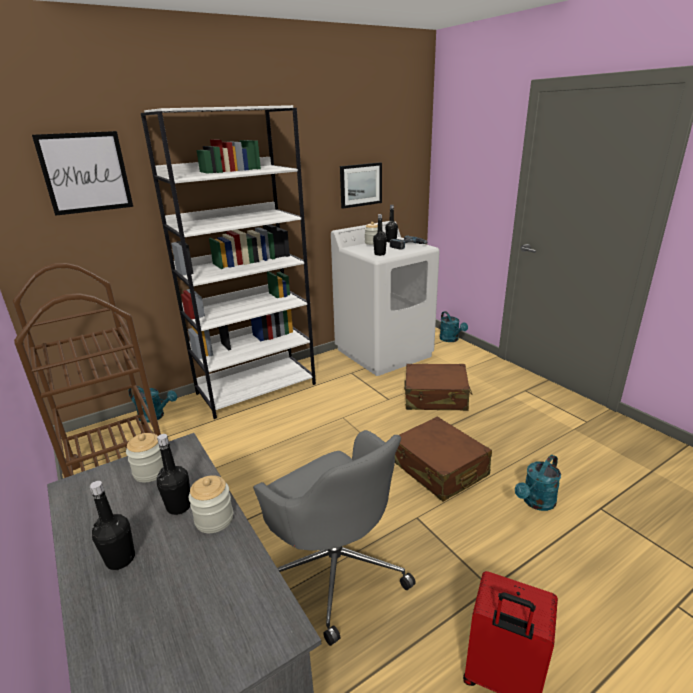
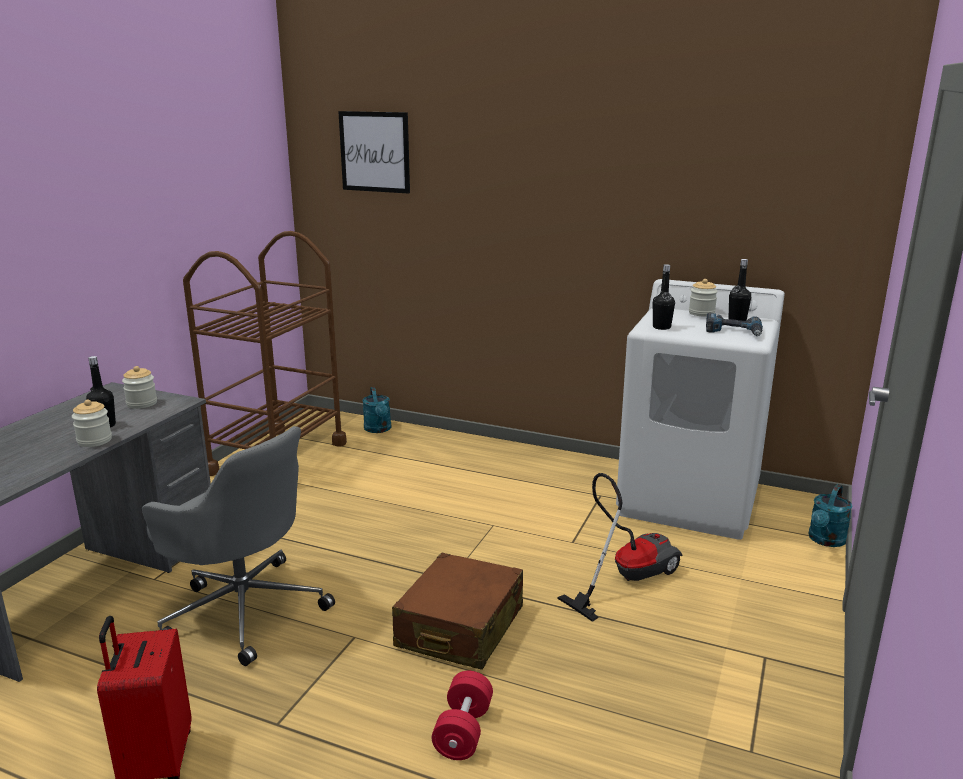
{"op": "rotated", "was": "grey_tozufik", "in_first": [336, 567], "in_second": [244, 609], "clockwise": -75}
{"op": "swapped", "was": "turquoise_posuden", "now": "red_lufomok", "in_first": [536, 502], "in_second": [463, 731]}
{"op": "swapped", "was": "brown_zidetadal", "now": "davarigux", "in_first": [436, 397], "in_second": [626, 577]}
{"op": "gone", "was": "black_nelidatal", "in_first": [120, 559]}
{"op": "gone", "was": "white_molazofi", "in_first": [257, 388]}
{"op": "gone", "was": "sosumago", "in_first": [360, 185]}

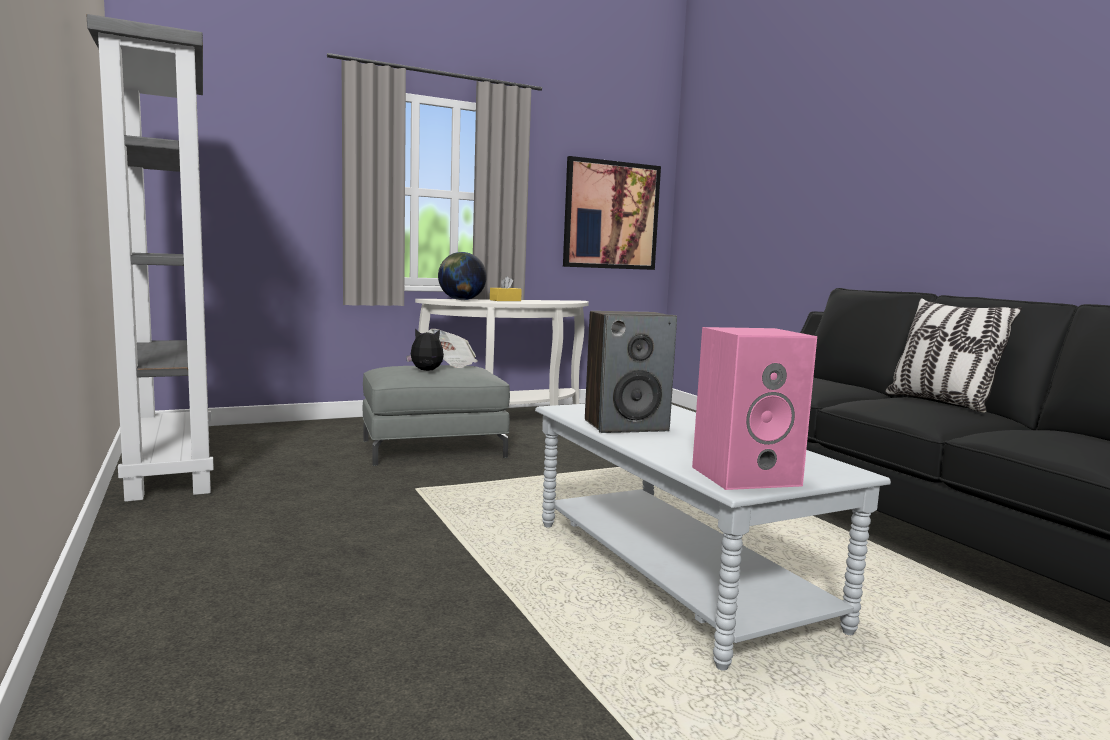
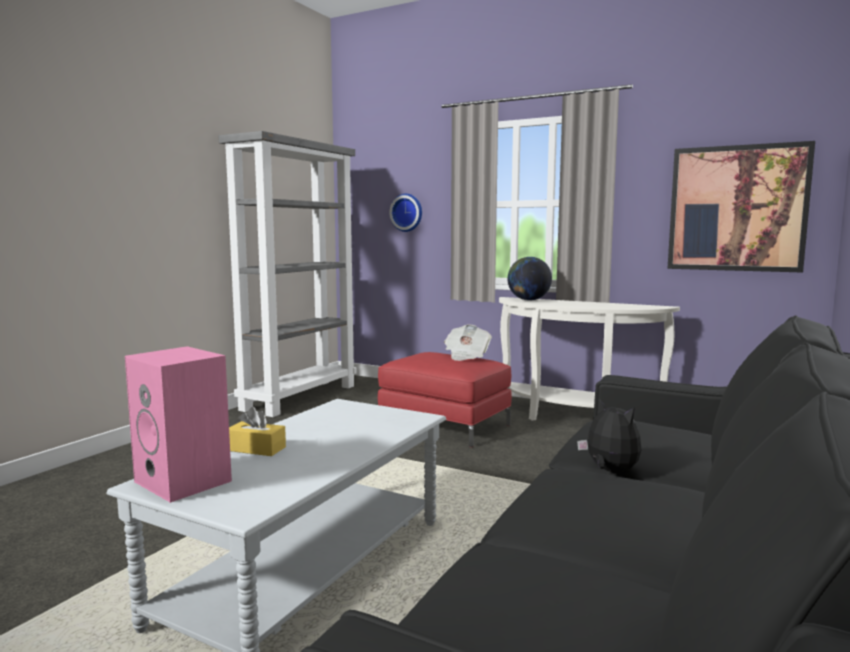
{"op": "shifted", "was": "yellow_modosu", "in_first": [505, 300], "in_second": [256, 449]}
{"op": "repainted", "was": "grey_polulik", "now": "red_polulik", "in_first": [433, 449], "in_second": [444, 425]}
{"op": "new", "now": "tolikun", "in_second": [407, 212]}
{"op": "shifted", "was": "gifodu", "in_first": [426, 371], "in_second": [609, 471]}
{"op": "gone", "was": "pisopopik", "in_first": [626, 426]}
{"op": "gone", "was": "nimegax", "in_first": [940, 403]}

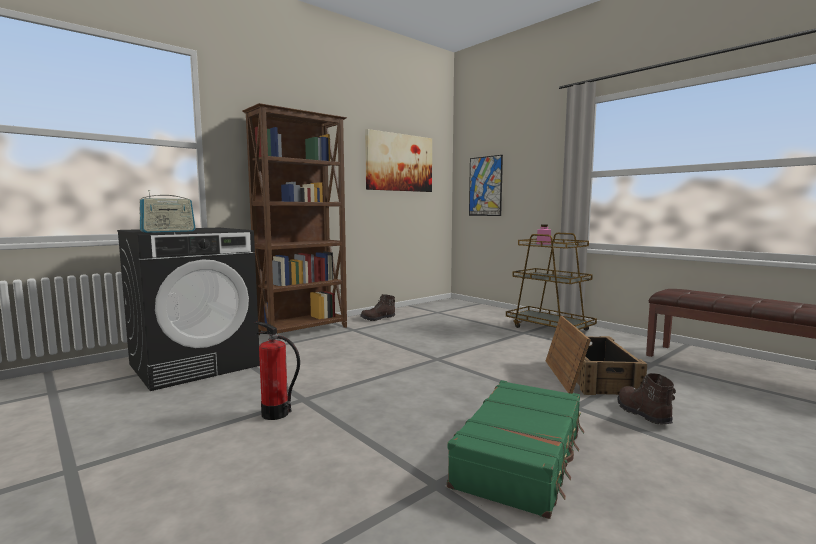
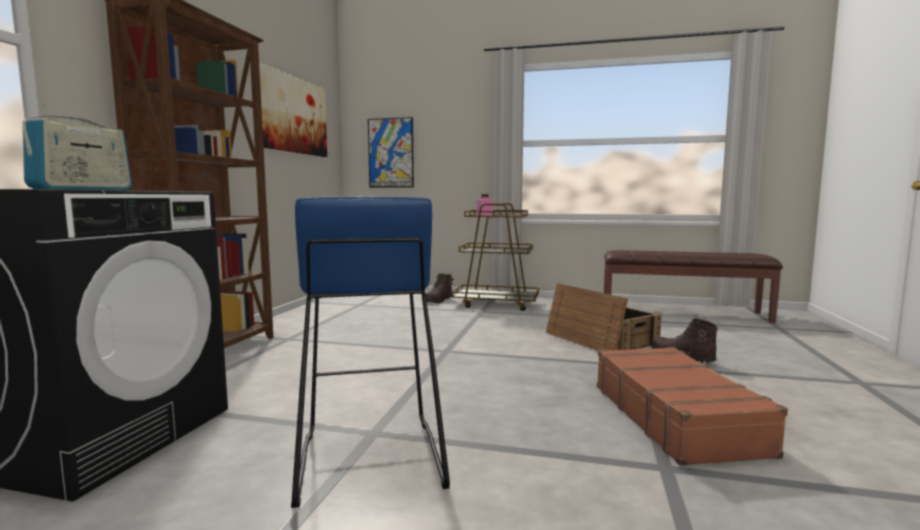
{"op": "swapped", "was": "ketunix", "now": "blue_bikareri", "in_first": [275, 414], "in_second": [369, 461]}
{"op": "shifted", "was": "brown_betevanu", "in_first": [378, 319], "in_second": [438, 301]}
{"op": "repainted", "was": "green_zidetadal", "now": "brown_zidetadal", "in_first": [521, 457], "in_second": [676, 418]}

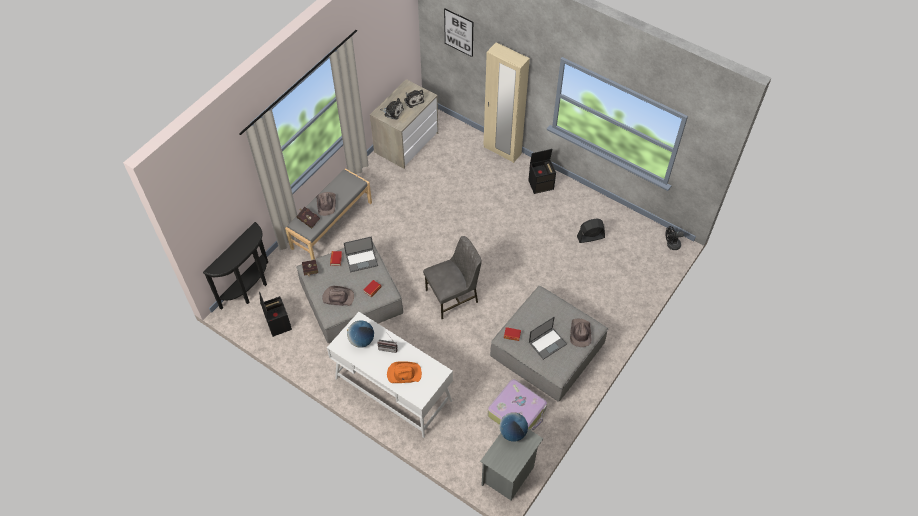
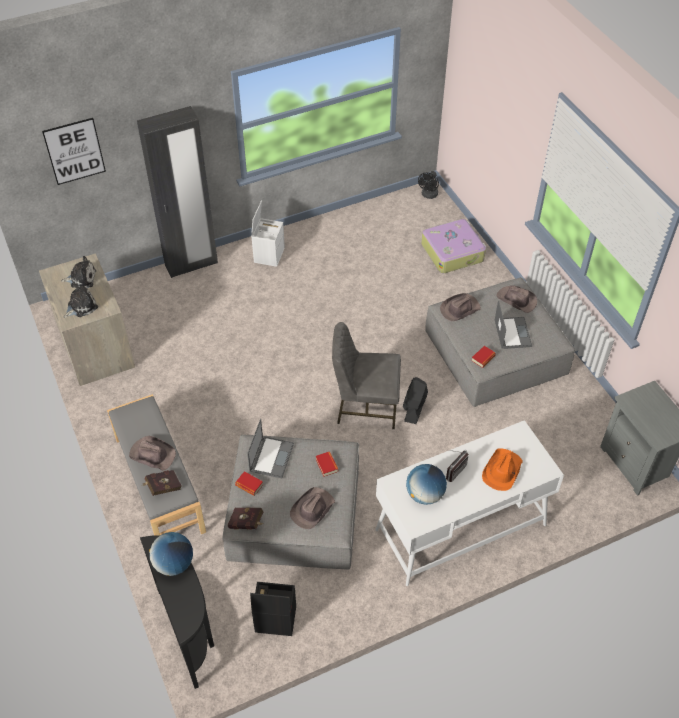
{"op": "repainted", "was": "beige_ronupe", "now": "black_ronupe", "in_first": [502, 150], "in_second": [191, 264]}
{"op": "shifted", "was": "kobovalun", "in_first": [512, 432], "in_second": [174, 564]}
{"op": "repainted", "was": "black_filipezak", "now": "white_filipezak", "in_first": [541, 184], "in_second": [269, 254]}
{"op": "rotated", "was": "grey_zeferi", "in_first": [453, 296], "in_second": [365, 405], "clockwise": -90}
{"op": "shifted", "was": "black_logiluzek", "in_first": [590, 237], "in_second": [414, 408]}
{"op": "shifted", "was": "zidetadal", "in_first": [517, 412], "in_second": [452, 252]}
{"op": "new", "now": "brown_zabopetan", "in_second": [459, 309]}

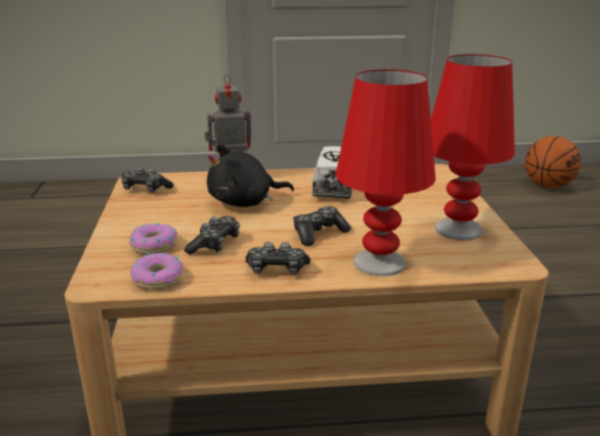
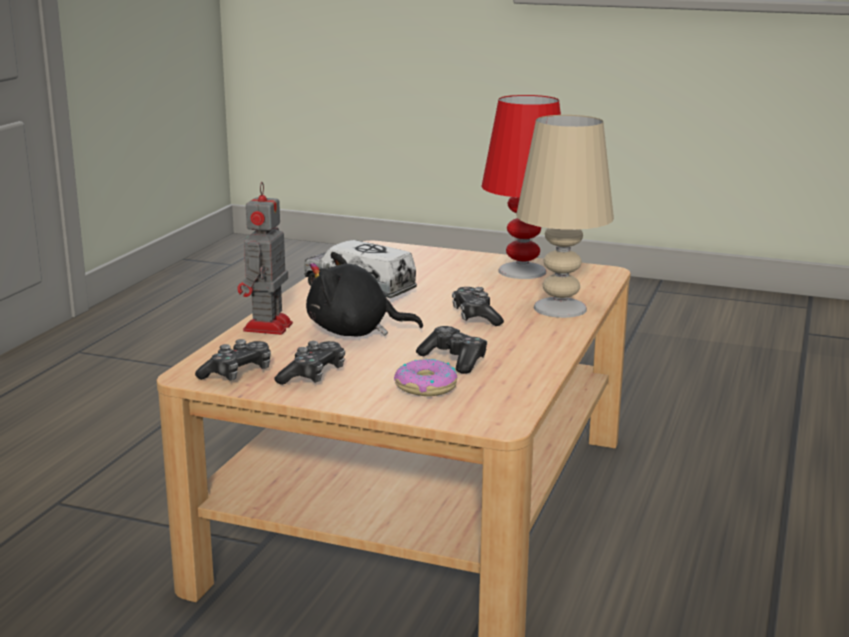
{"op": "shifted", "was": "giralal", "in_first": [276, 269], "in_second": [313, 375]}
{"op": "rotated", "was": "black_gifodu", "in_first": [245, 202], "in_second": [354, 332], "clockwise": 90}
{"op": "repainted", "was": "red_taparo", "now": "beige_taparo", "in_first": [380, 263], "in_second": [560, 308]}
{"op": "gone", "was": "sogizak", "in_first": [158, 278]}
{"op": "gone", "was": "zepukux", "in_first": [548, 186]}

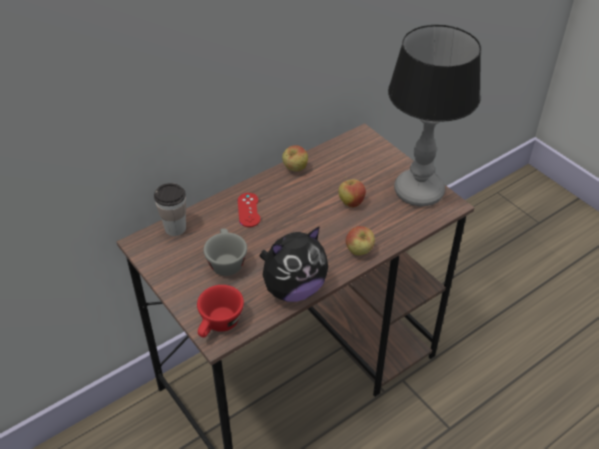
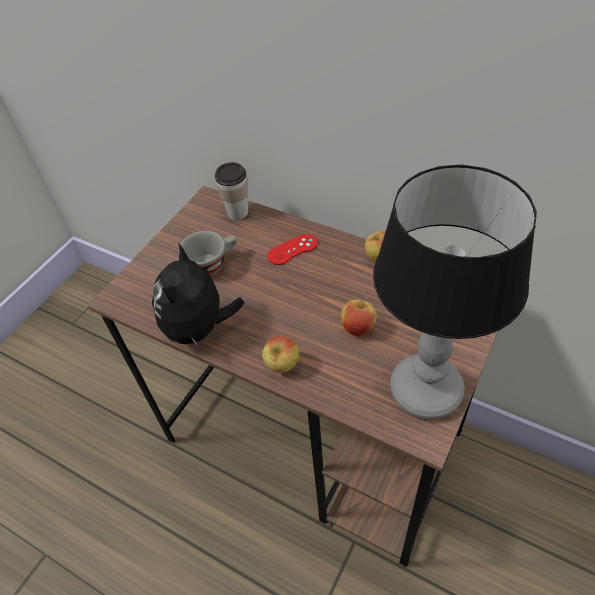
{"op": "rotated", "was": "gifodu", "in_first": [293, 288], "in_second": [200, 329], "clockwise": 60}
{"op": "gone", "was": "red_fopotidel", "in_first": [219, 325]}

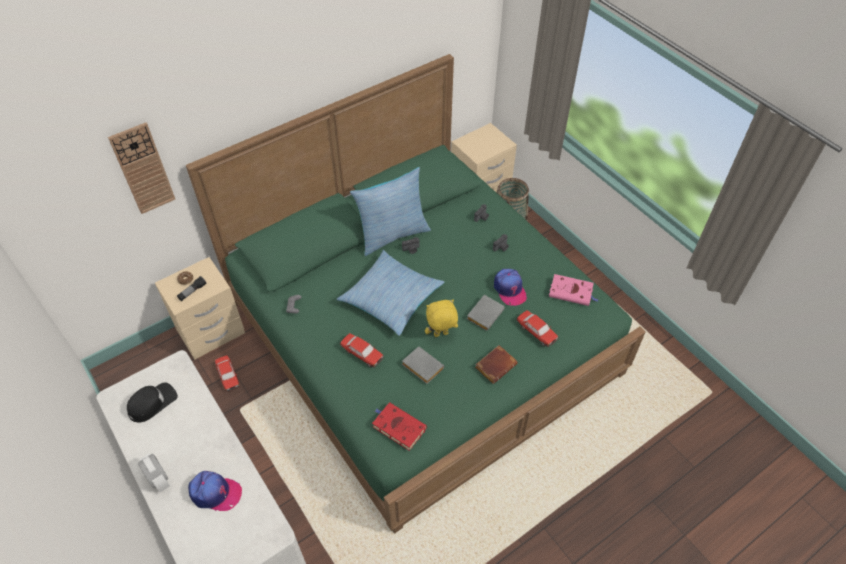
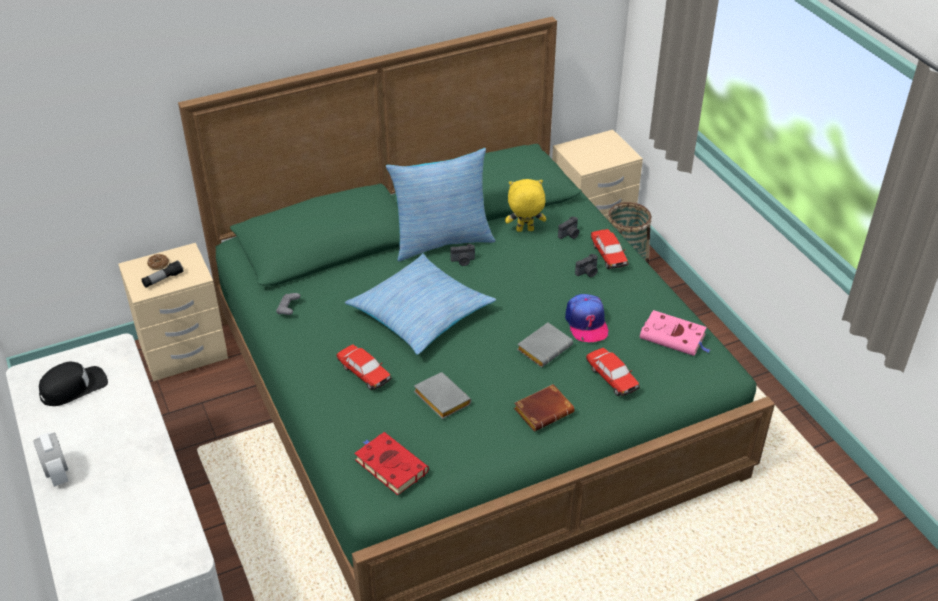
{"op": "shifted", "was": "yellow_gifodu", "in_first": [441, 335], "in_second": [524, 231]}
{"op": "shifted", "was": "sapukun", "in_first": [228, 376], "in_second": [608, 255]}
{"op": "gone", "was": "tolikun", "in_first": [143, 169]}
{"op": "gone", "was": "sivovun", "in_first": [215, 493]}

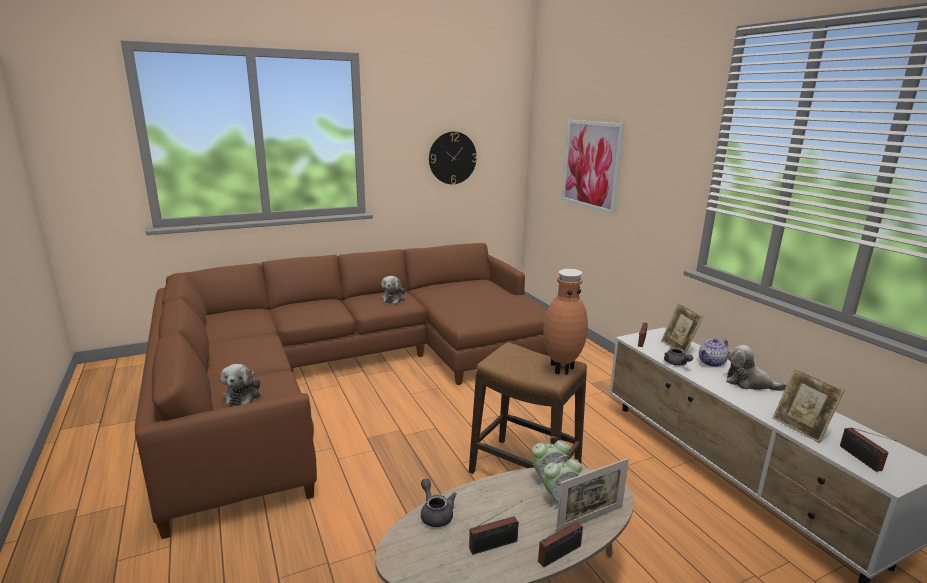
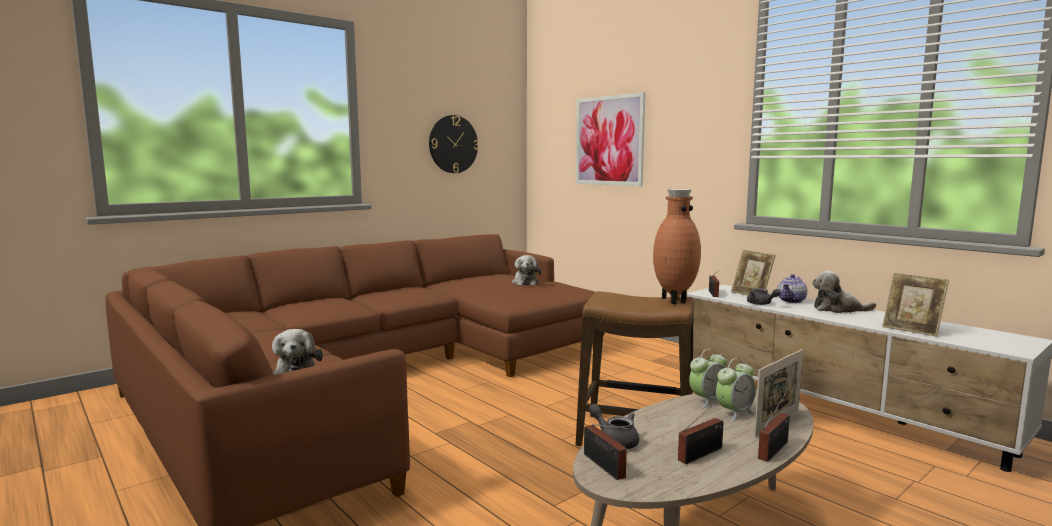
{"op": "shifted", "was": "gifodu", "in_first": [393, 298], "in_second": [525, 282]}
{"op": "shifted", "was": "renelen", "in_first": [862, 459], "in_second": [605, 467]}

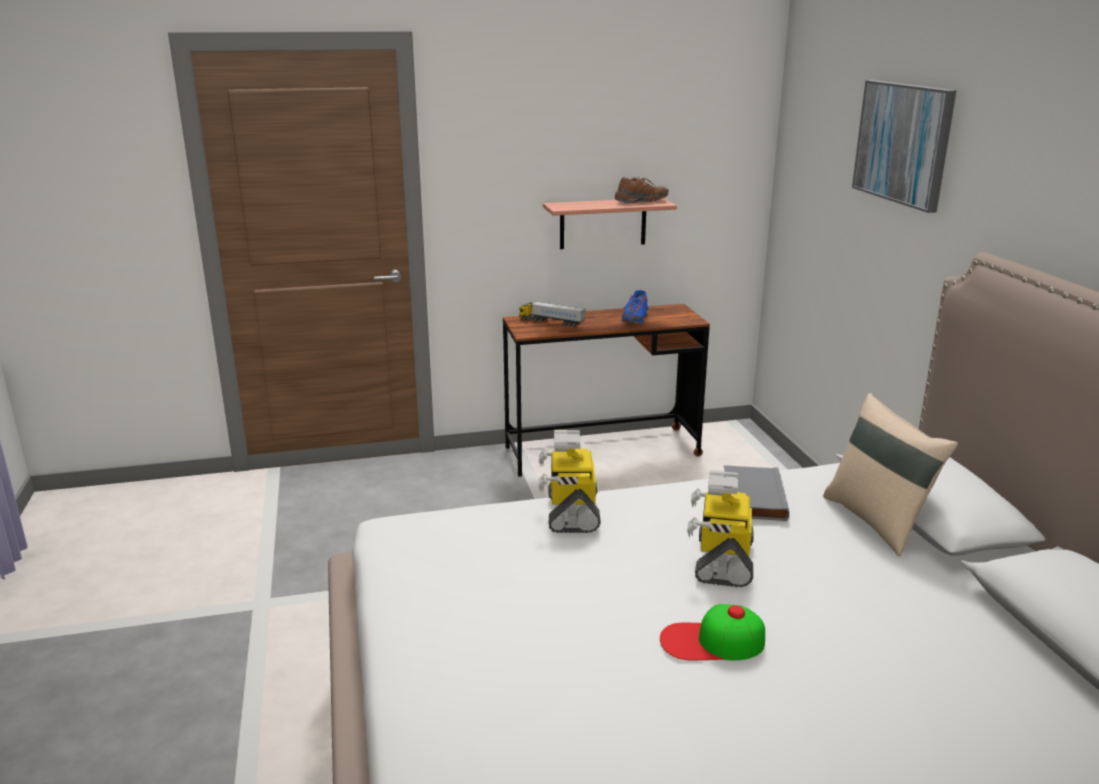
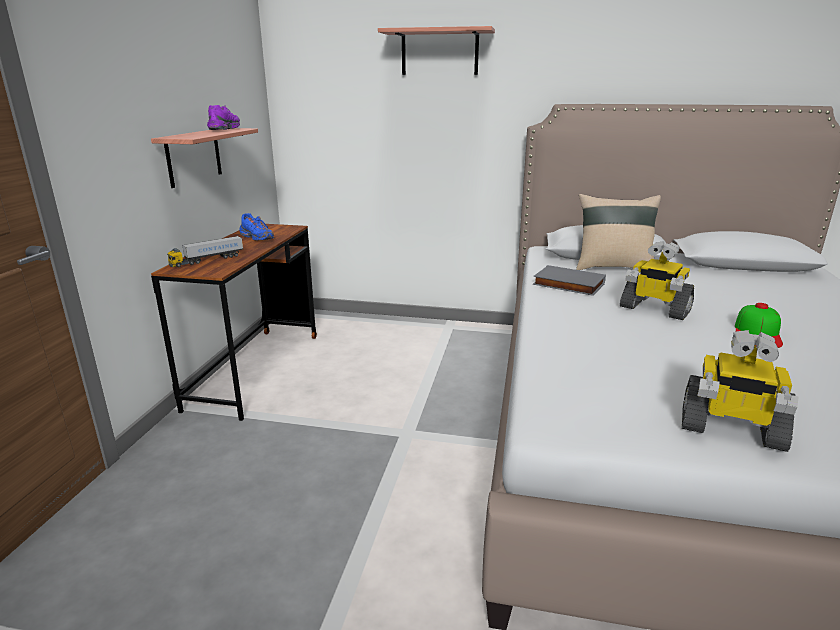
{"op": "repainted", "was": "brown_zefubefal", "now": "purple_zefubefal", "in_first": [640, 201], "in_second": [224, 129]}
{"op": "swapped", "was": "sosumago", "now": "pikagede", "in_first": [903, 143], "in_second": [439, 52]}
{"op": "shifted", "was": "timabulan", "in_first": [571, 512], "in_second": [730, 429]}

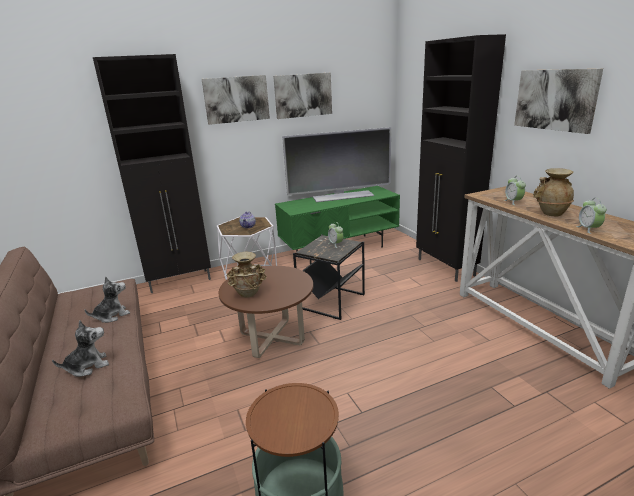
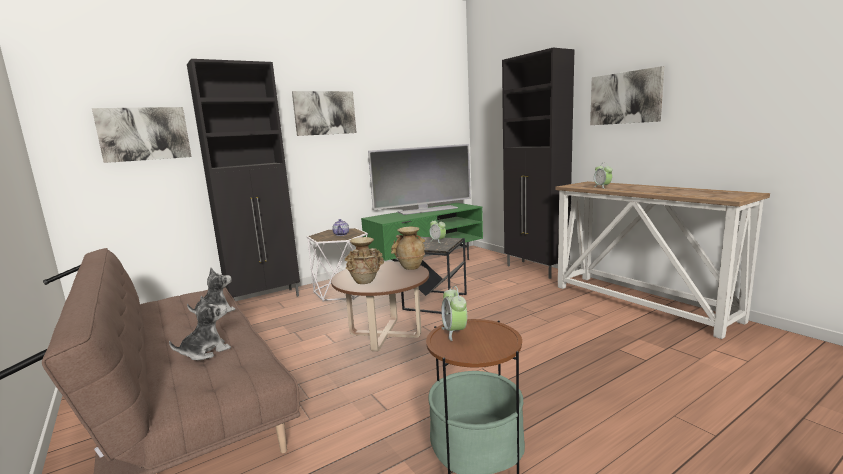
{"op": "shifted", "was": "sosumago", "in_first": [303, 95], "in_second": [144, 134]}
{"op": "shifted", "was": "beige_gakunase", "in_first": [551, 213], "in_second": [410, 267]}
{"op": "shifted", "was": "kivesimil", "in_first": [588, 229], "in_second": [454, 332]}

